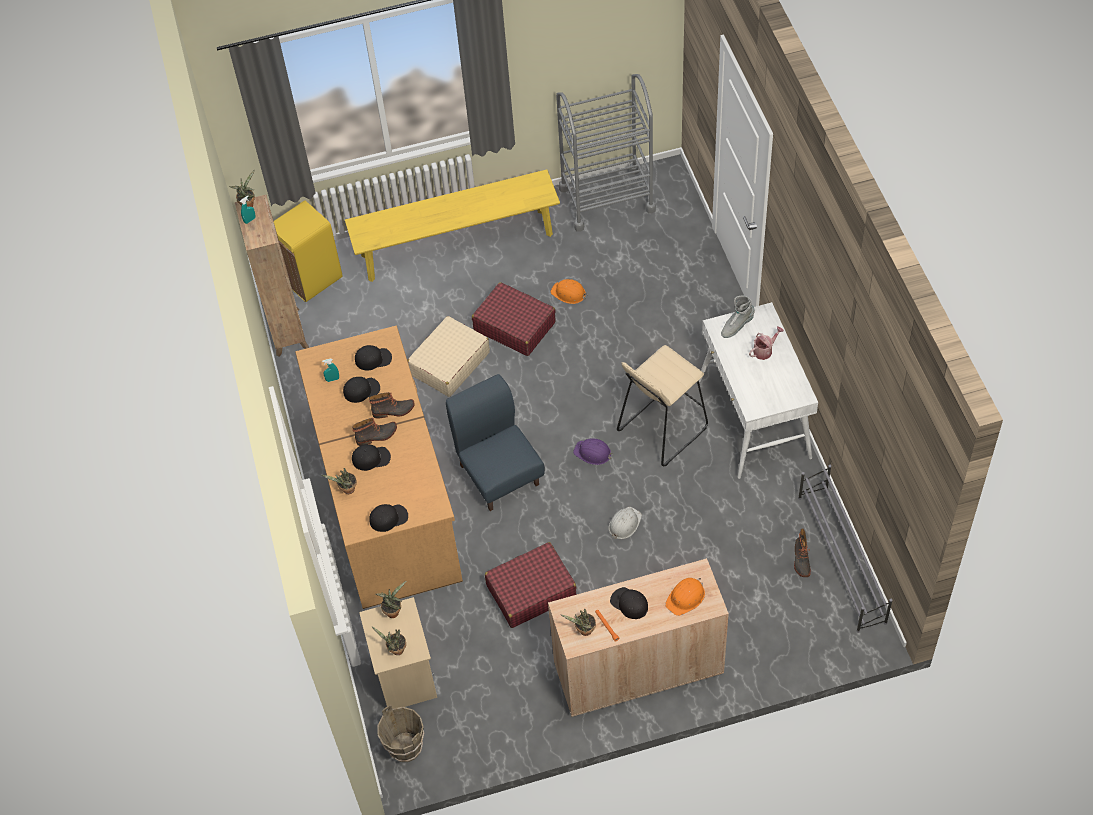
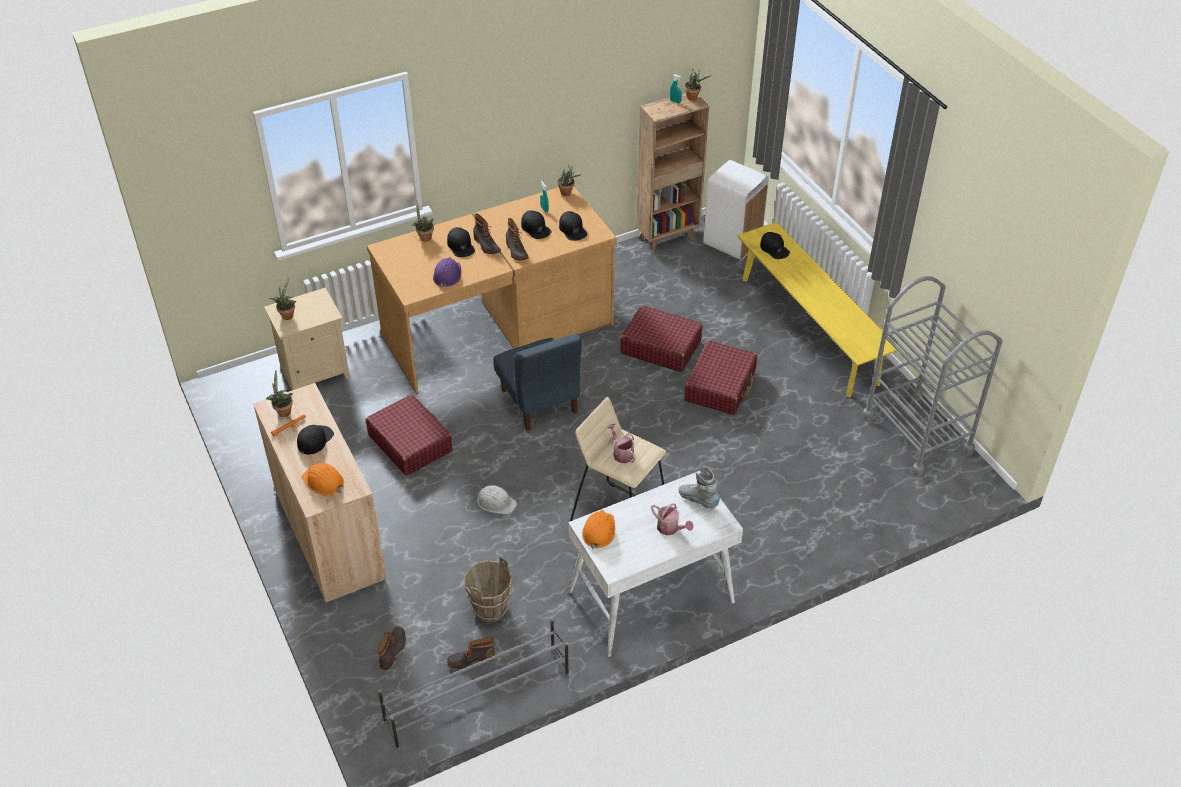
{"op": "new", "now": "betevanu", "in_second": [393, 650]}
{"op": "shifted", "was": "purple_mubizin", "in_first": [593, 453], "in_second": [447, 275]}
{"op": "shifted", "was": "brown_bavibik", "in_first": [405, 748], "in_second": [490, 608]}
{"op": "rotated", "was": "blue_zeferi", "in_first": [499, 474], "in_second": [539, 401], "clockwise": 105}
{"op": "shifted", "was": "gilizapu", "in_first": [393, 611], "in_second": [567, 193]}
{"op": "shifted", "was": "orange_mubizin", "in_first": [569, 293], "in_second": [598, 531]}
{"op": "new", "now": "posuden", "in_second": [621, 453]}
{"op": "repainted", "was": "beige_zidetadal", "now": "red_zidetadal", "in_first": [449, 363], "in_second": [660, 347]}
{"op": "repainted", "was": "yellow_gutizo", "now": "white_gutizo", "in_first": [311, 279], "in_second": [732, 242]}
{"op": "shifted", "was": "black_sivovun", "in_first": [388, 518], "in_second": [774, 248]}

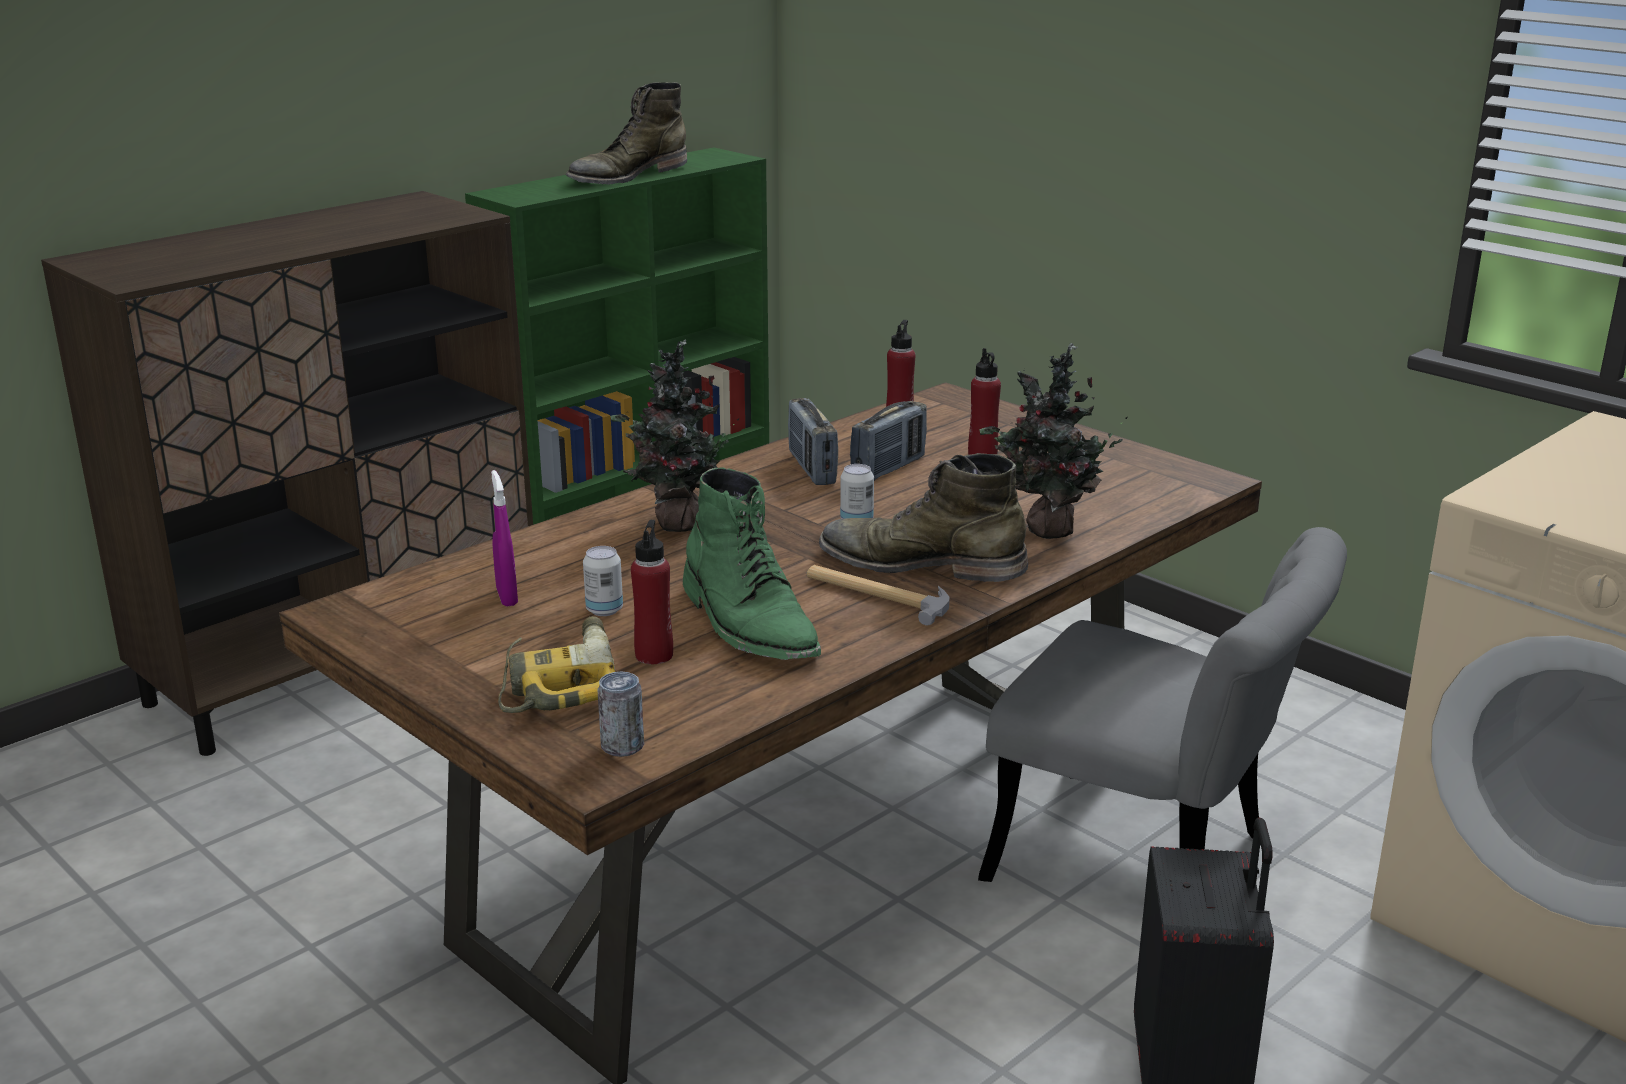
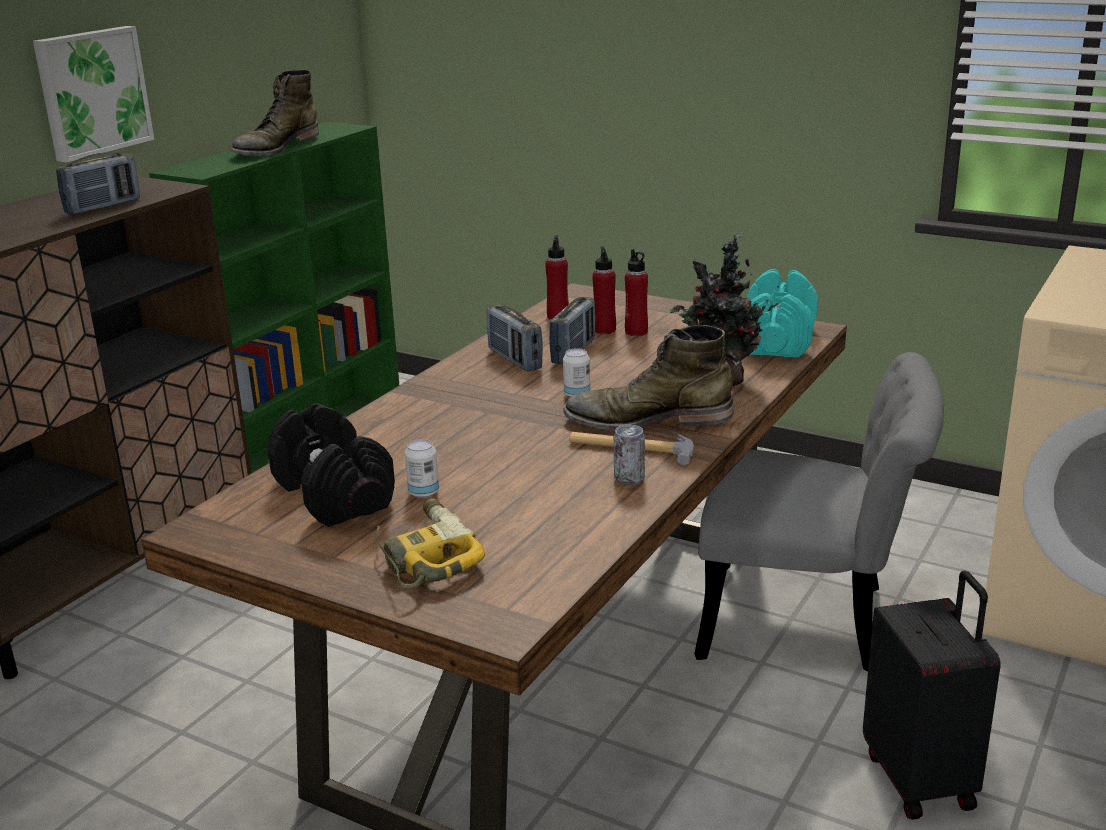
{"op": "new", "now": "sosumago", "in_second": [92, 92]}
{"op": "new", "now": "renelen", "in_second": [103, 207]}
{"op": "swapped", "was": "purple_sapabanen", "now": "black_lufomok", "in_first": [507, 597], "in_second": [335, 495]}
{"op": "shifted", "was": "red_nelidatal", "in_first": [654, 655], "in_second": [604, 330]}
{"op": "shifted", "was": "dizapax", "in_first": [622, 746], "in_second": [629, 478]}
{"op": "new", "now": "turquoise_lufomok", "in_second": [778, 340]}
{"op": "gone", "was": "gilizapu", "in_first": [676, 524]}
{"op": "gone", "was": "green_betevanu", "in_first": [748, 624]}

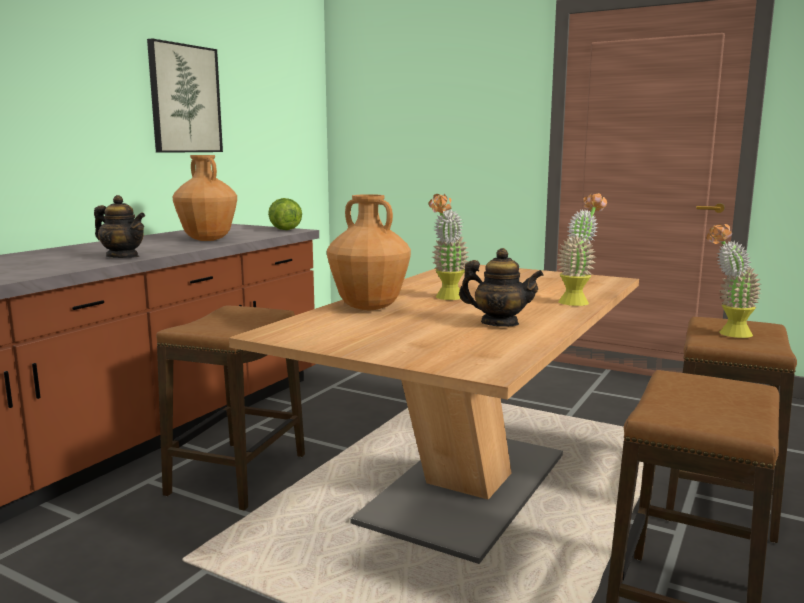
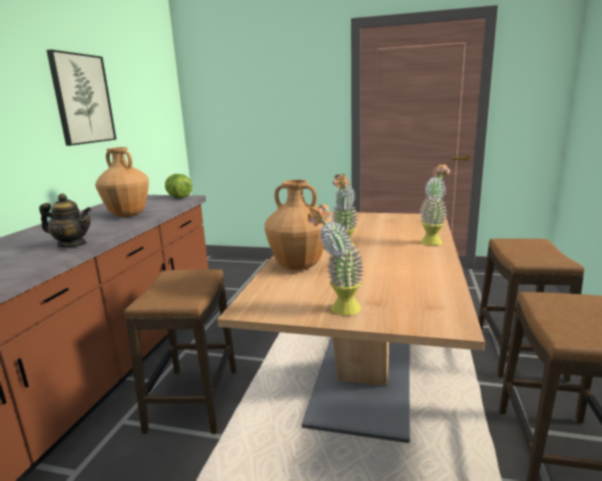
{"op": "shifted", "was": "gilizapu", "in_first": [727, 334], "in_second": [338, 310]}
{"op": "gone", "was": "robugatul", "in_first": [499, 323]}

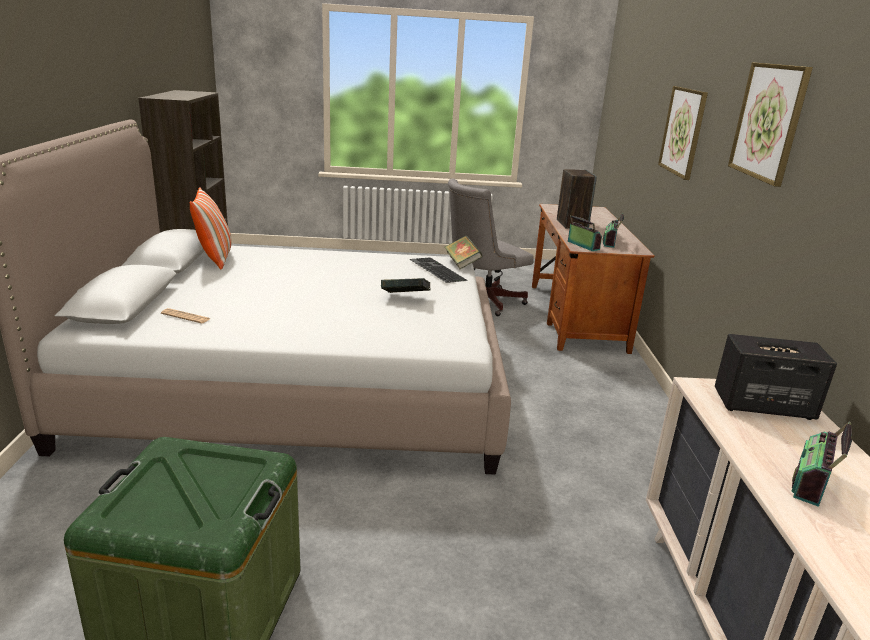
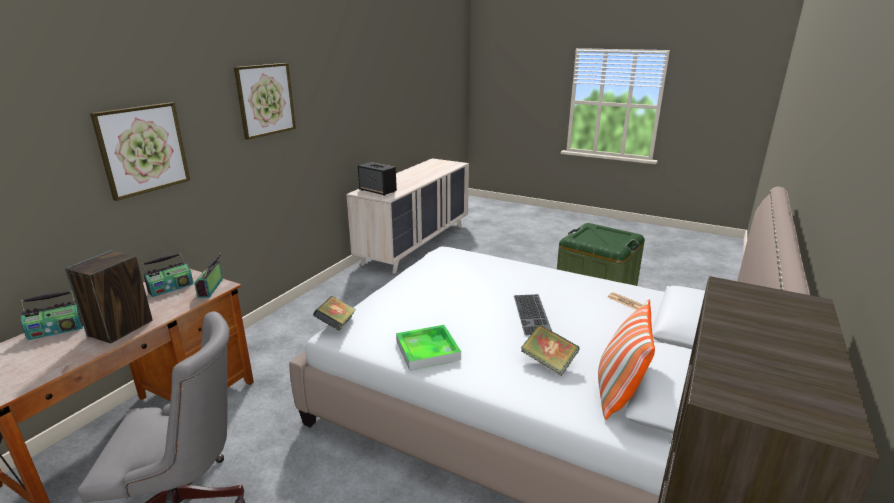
{"op": "shifted", "was": "renelen", "in_first": [812, 483], "in_second": [56, 330]}
{"op": "new", "now": "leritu", "in_second": [427, 350]}
{"op": "shifted", "was": "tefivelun", "in_first": [435, 270], "in_second": [533, 314]}
{"op": "shifted", "was": "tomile", "in_first": [405, 298], "in_second": [548, 362]}

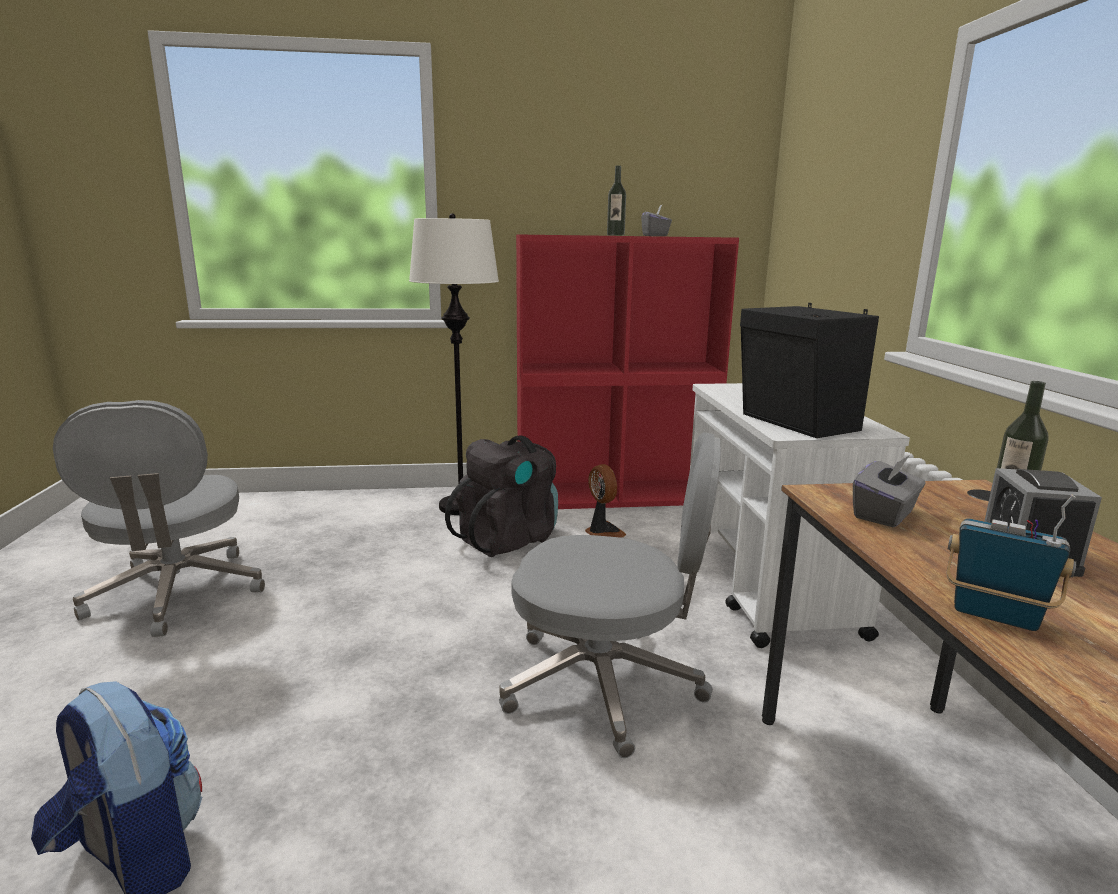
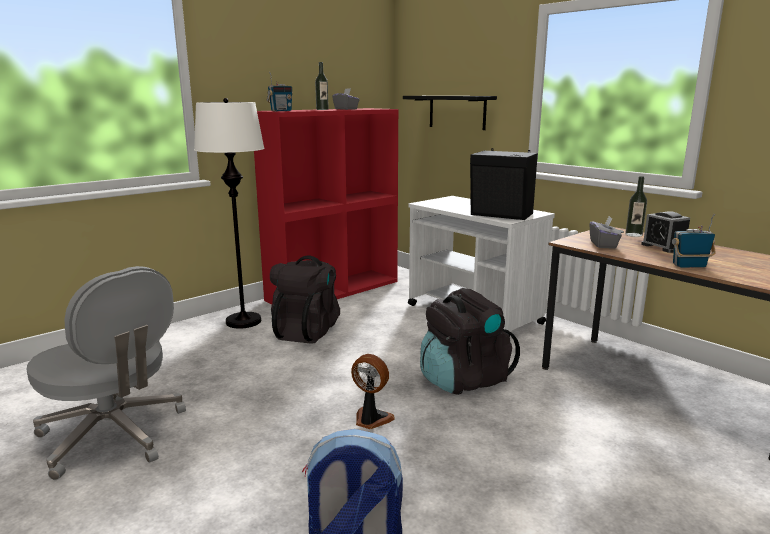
{"op": "new", "now": "renelen", "in_second": [281, 111]}
{"op": "shifted", "was": "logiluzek", "in_first": [602, 532], "in_second": [371, 419]}
{"op": "new", "now": "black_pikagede", "in_second": [457, 112]}
{"op": "swapped", "was": "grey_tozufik", "now": "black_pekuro", "in_first": [606, 684], "in_second": [464, 379]}

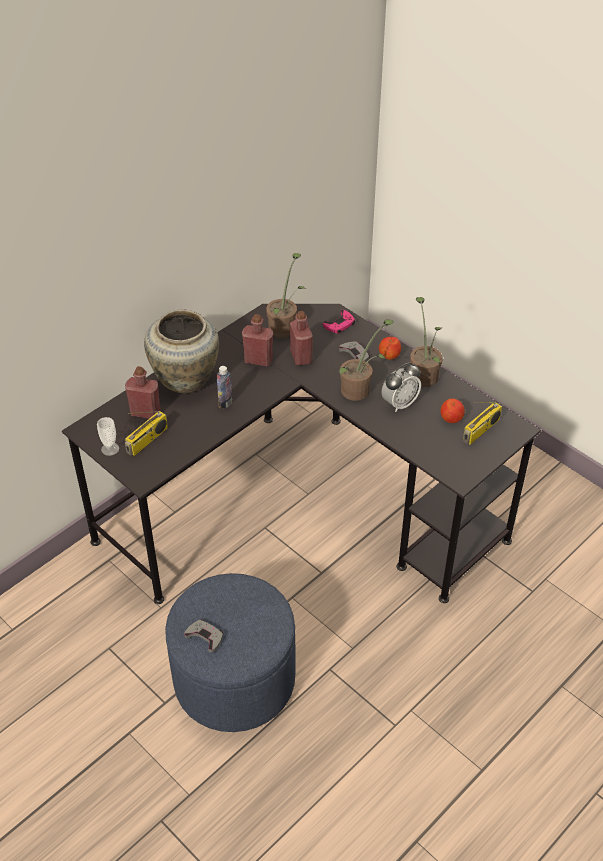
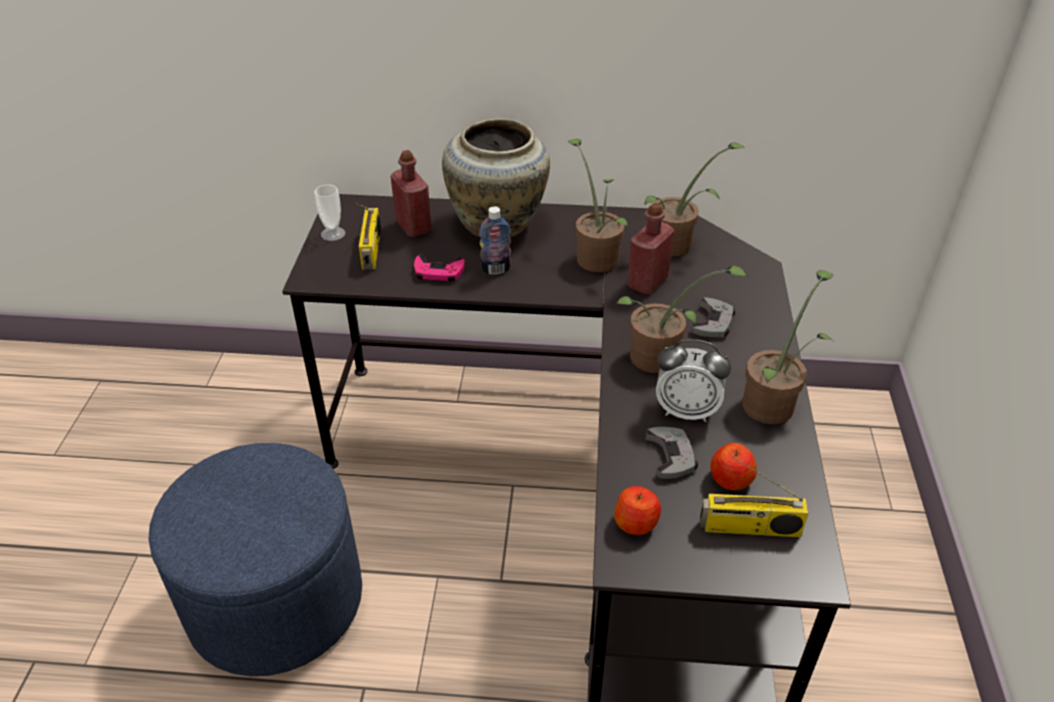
{"op": "rotated", "was": "renelen", "in_first": [147, 441], "in_second": [372, 250], "clockwise": -90}
{"op": "shifted", "was": "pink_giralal", "in_first": [339, 324], "in_second": [438, 272]}
{"op": "swapped", "was": "red_nelidatal", "now": "gilizapu", "in_first": [258, 360], "in_second": [596, 255]}
{"op": "shifted", "was": "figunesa", "in_first": [389, 355], "in_second": [636, 523]}
{"op": "shifted", "was": "grey_giralal", "in_first": [205, 637], "in_second": [671, 456]}

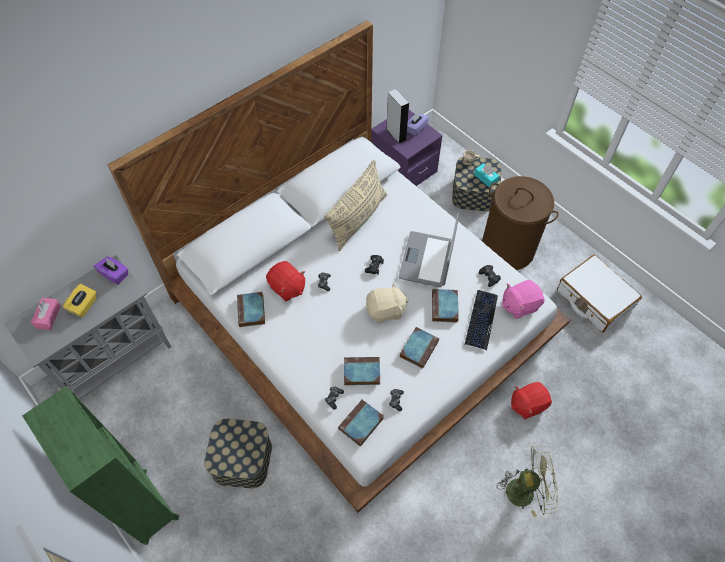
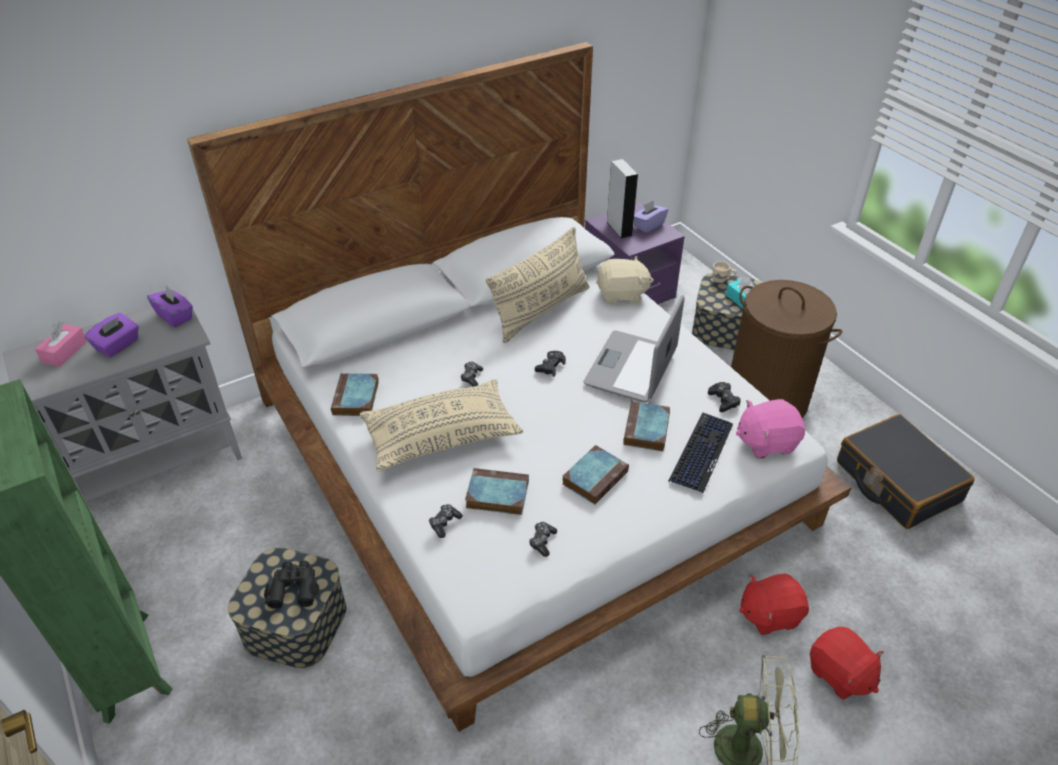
{"op": "repainted", "was": "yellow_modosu", "now": "purple_modosu", "in_first": [84, 306], "in_second": [118, 345]}
{"op": "new", "now": "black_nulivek", "in_second": [294, 588]}
{"op": "new", "now": "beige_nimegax", "in_second": [441, 436]}
{"op": "shifted", "was": "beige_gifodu", "in_first": [386, 311], "in_second": [622, 295]}
{"op": "shifted", "was": "red_gifodu", "in_first": [287, 288], "in_second": [839, 674]}
{"op": "repainted", "was": "white_zidetadal", "now": "black_zidetadal", "in_first": [594, 299], "in_second": [896, 482]}
{"op": "gone", "was": "tomile", "in_first": [360, 424]}

